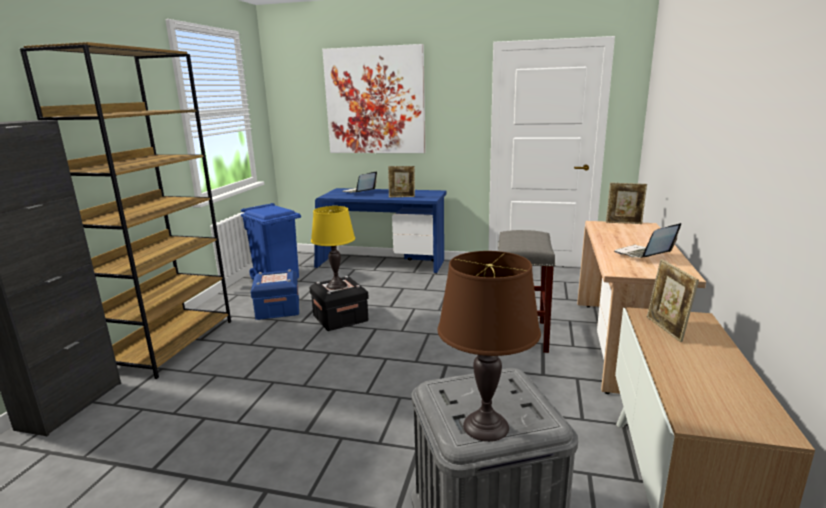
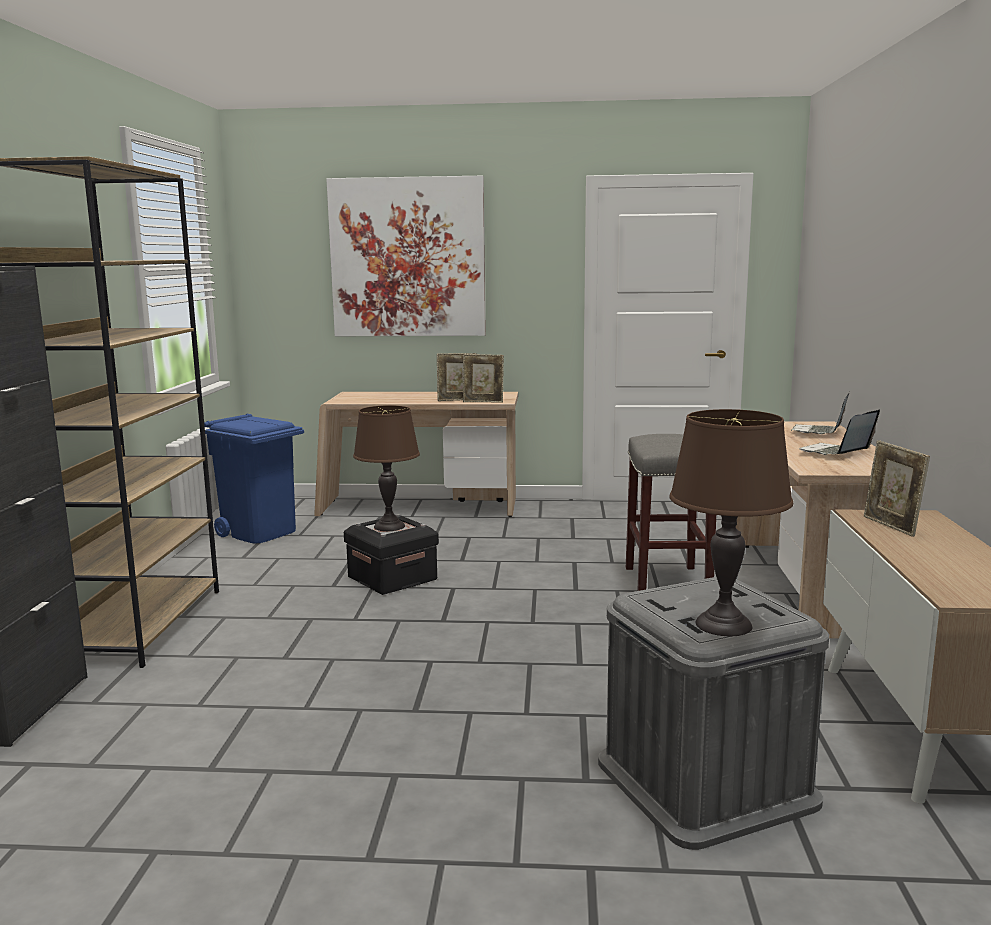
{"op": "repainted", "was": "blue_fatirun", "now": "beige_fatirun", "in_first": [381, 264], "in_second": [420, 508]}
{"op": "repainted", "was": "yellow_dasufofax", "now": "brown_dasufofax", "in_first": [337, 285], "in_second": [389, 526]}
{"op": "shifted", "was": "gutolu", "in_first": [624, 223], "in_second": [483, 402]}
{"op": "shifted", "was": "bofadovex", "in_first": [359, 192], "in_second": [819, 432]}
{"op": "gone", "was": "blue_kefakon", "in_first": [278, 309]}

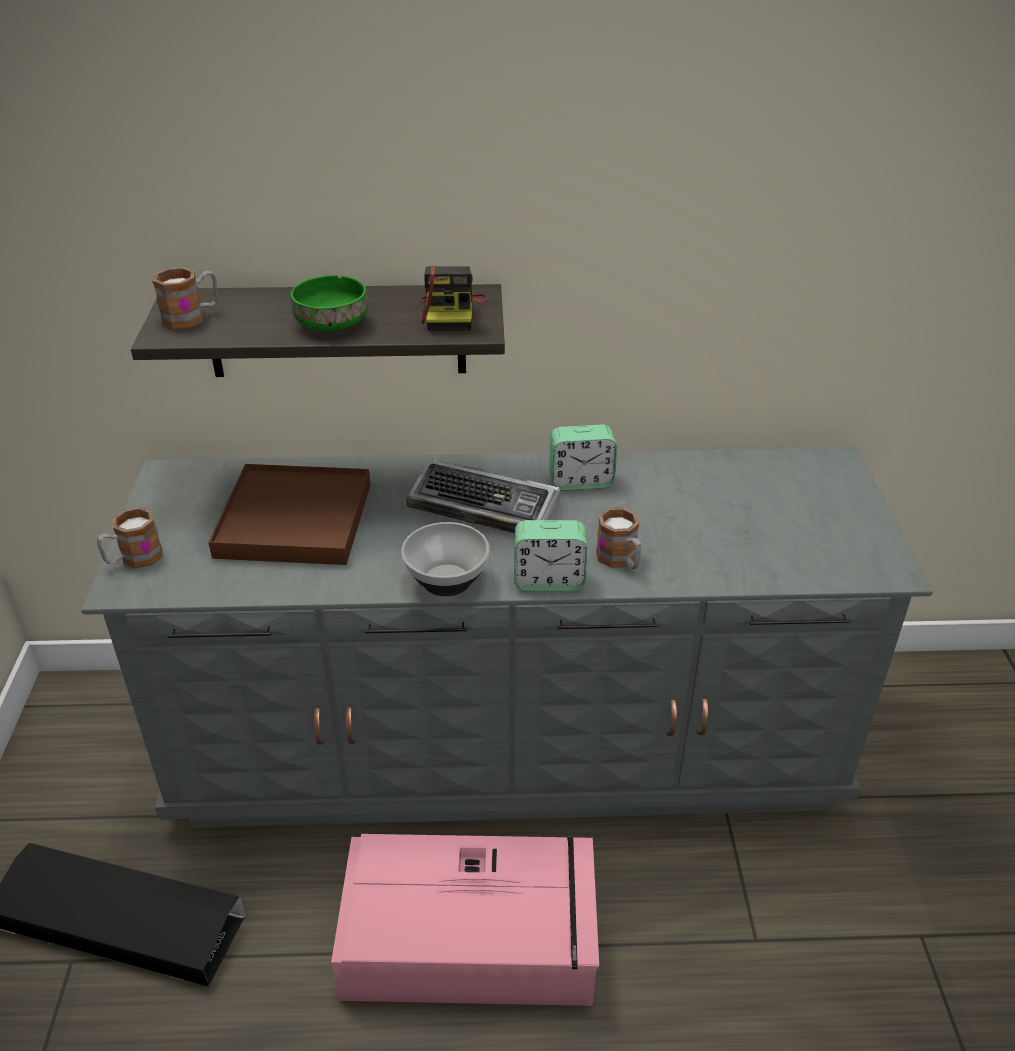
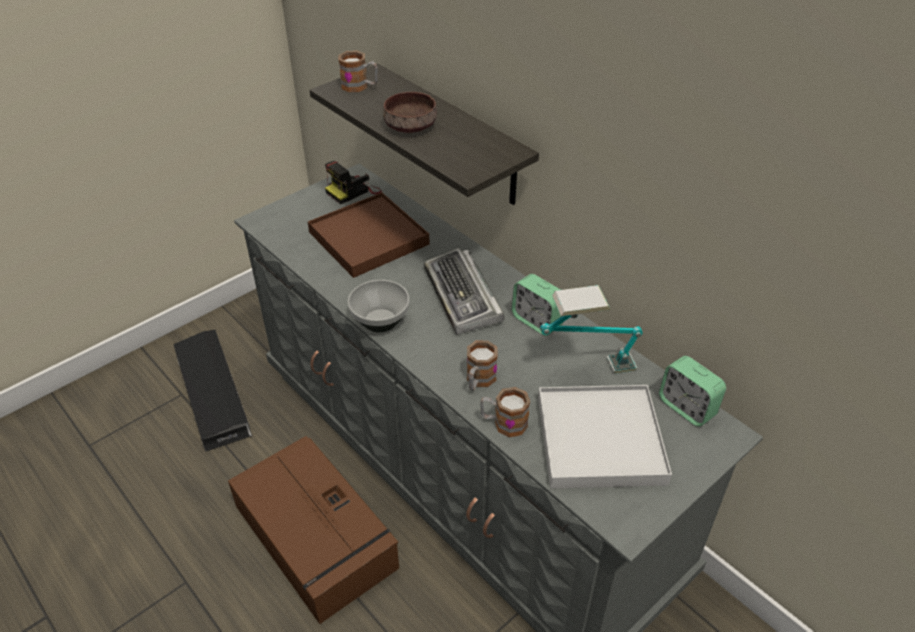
{"op": "repainted", "was": "pink_kefakon", "now": "brown_kefakon", "in_first": [473, 937], "in_second": [317, 539]}
{"op": "shifted", "was": "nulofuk", "in_first": [452, 313], "in_second": [353, 191]}
{"op": "repainted", "was": "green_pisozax", "now": "brown_pisozax", "in_first": [330, 323], "in_second": [409, 126]}
{"op": "shifted", "was": "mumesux", "in_first": [134, 559], "in_second": [503, 423]}
{"op": "new", "now": "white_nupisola", "in_second": [600, 439]}
{"op": "new", "now": "dasufofax", "in_second": [586, 369]}
{"op": "shifted", "was": "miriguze", "in_first": [549, 580], "in_second": [686, 407]}

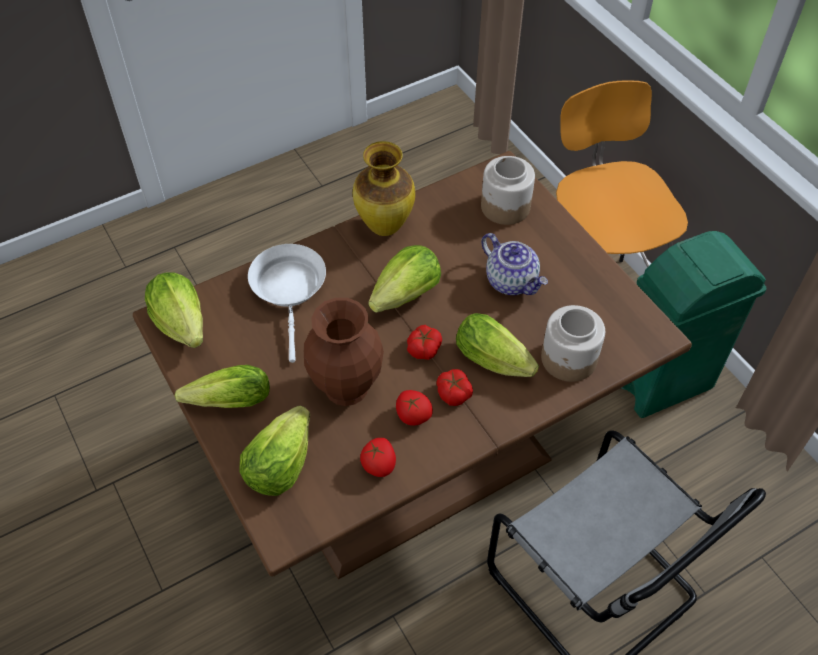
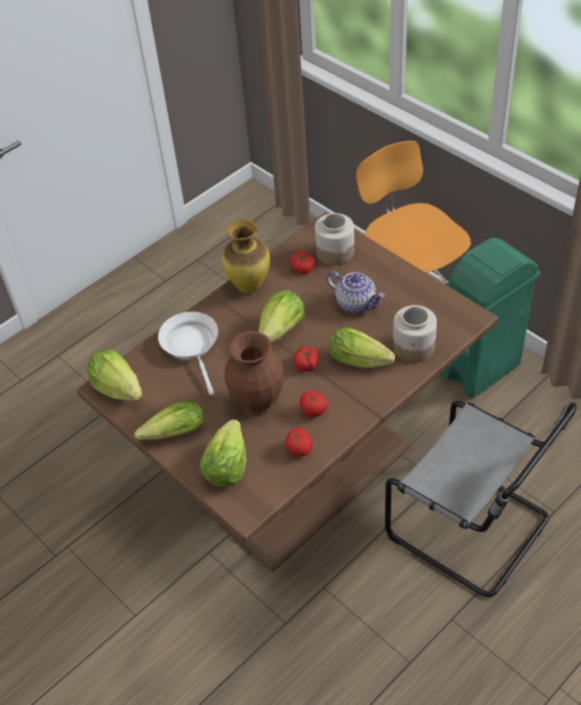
{"op": "shifted", "was": "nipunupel", "in_first": [453, 393], "in_second": [302, 268]}

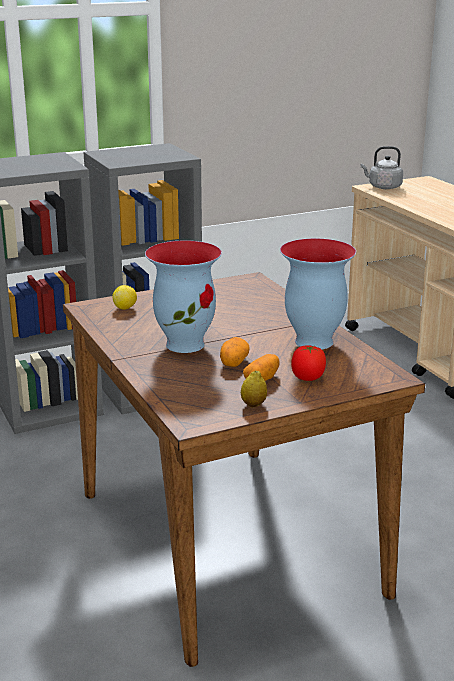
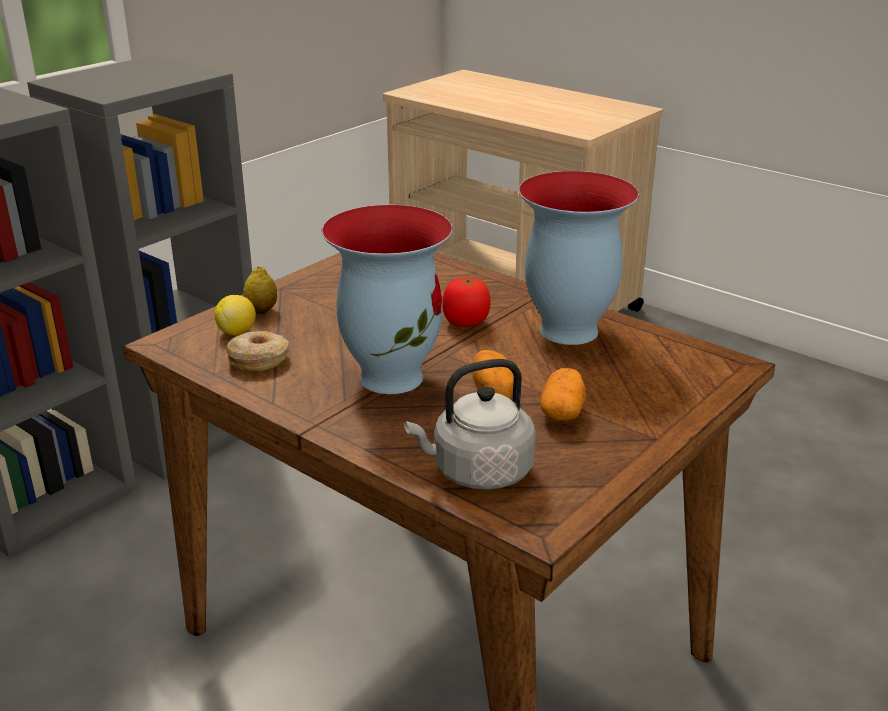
{"op": "new", "now": "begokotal", "in_second": [259, 359]}
{"op": "shifted", "was": "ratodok", "in_first": [253, 404], "in_second": [261, 311]}
{"op": "shifted", "was": "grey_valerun", "in_first": [383, 187], "in_second": [477, 472]}
{"op": "shifted", "was": "nipunupel", "in_first": [308, 378], "in_second": [466, 323]}

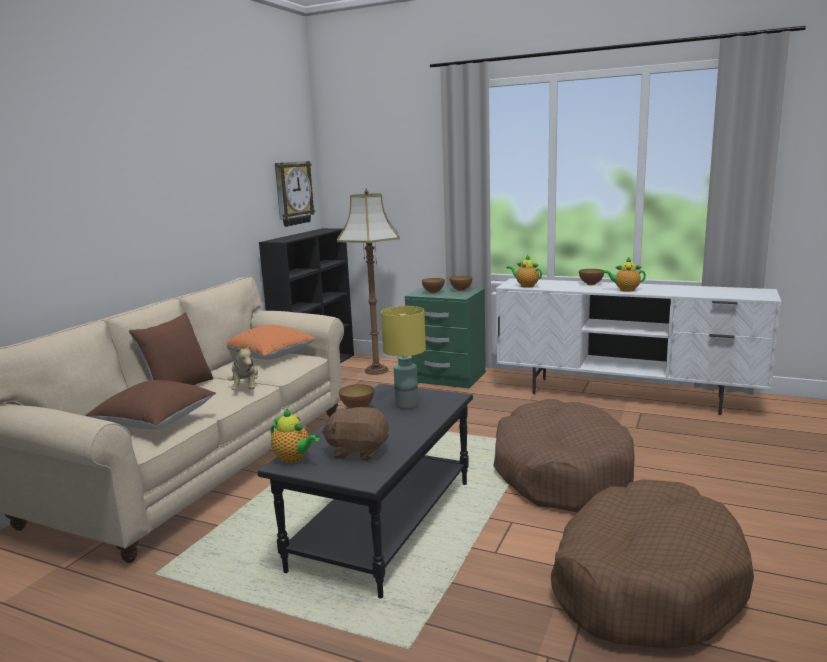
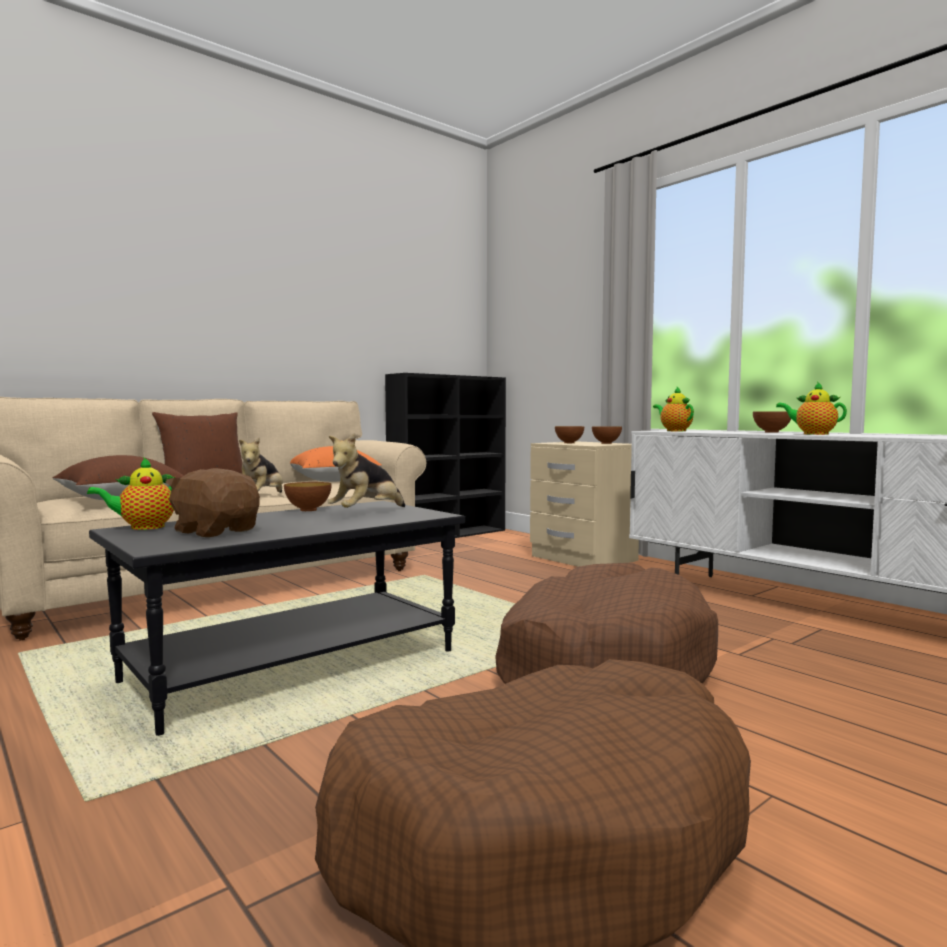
{"op": "rotated", "was": "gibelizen", "in_first": [293, 458], "in_second": [143, 527], "clockwise": 90}
{"op": "swapped", "was": "yellow_dasufofax", "now": "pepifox", "in_first": [406, 405], "in_second": [367, 513]}
{"op": "repainted", "was": "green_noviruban", "now": "beige_noviruban", "in_first": [447, 377], "in_second": [582, 559]}
{"op": "gone", "was": "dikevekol", "in_first": [293, 193]}
{"op": "gone", "was": "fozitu", "in_first": [375, 371]}

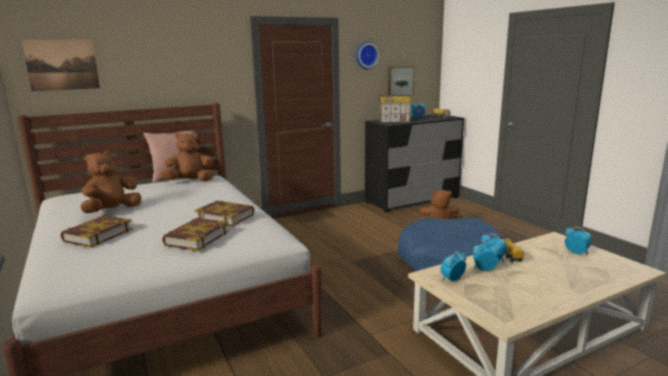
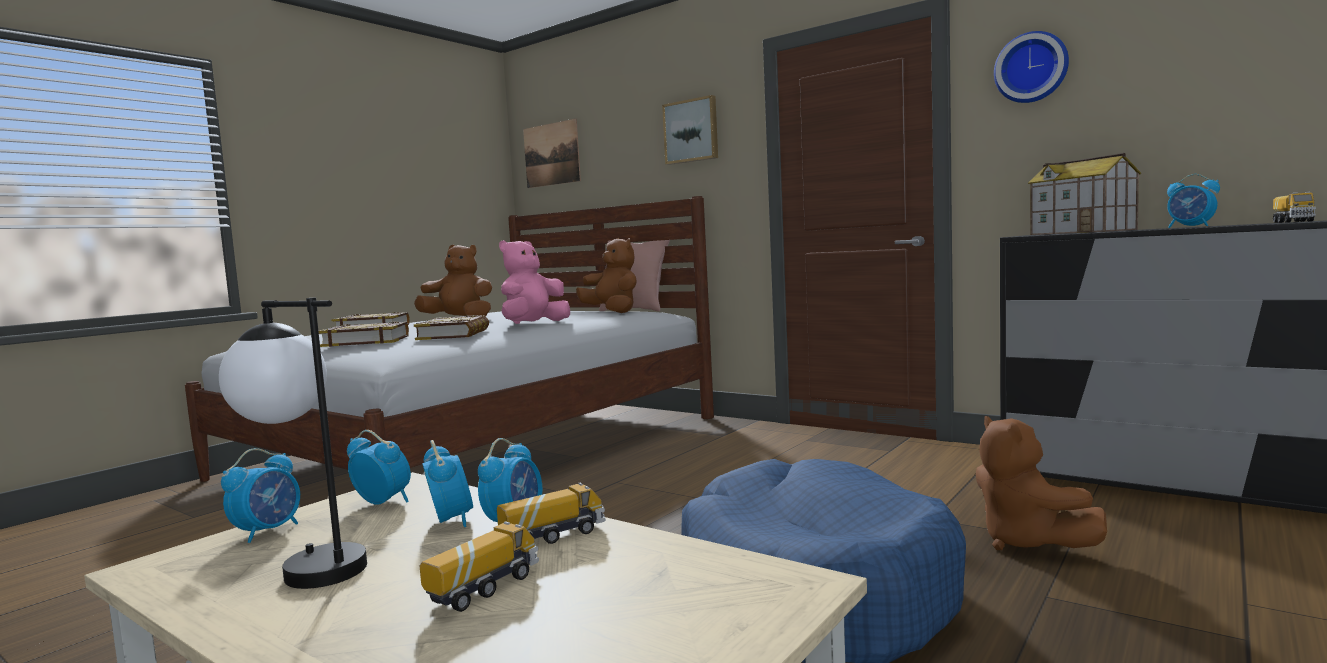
{"op": "new", "now": "dasufofax", "in_second": [307, 565]}
{"op": "shifted", "was": "miriguze", "in_first": [576, 252], "in_second": [268, 531]}
{"op": "new", "now": "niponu", "in_second": [484, 588]}
{"op": "new", "now": "pink_pepifox", "in_second": [533, 324]}
{"op": "shifted", "was": "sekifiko", "in_first": [400, 81], "in_second": [691, 131]}

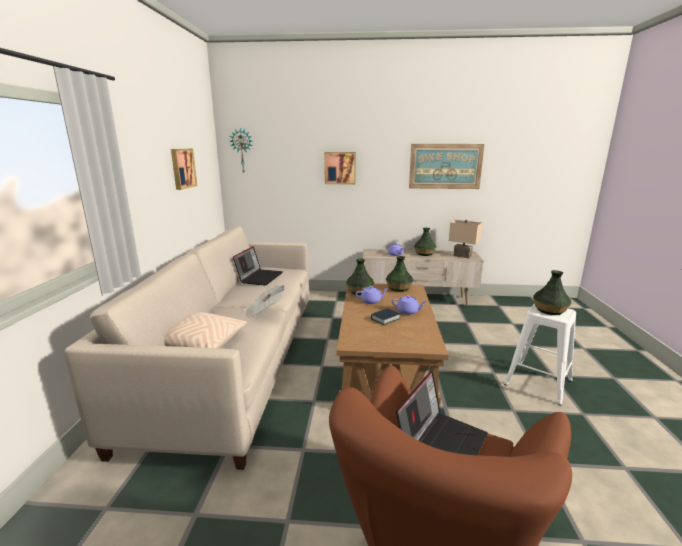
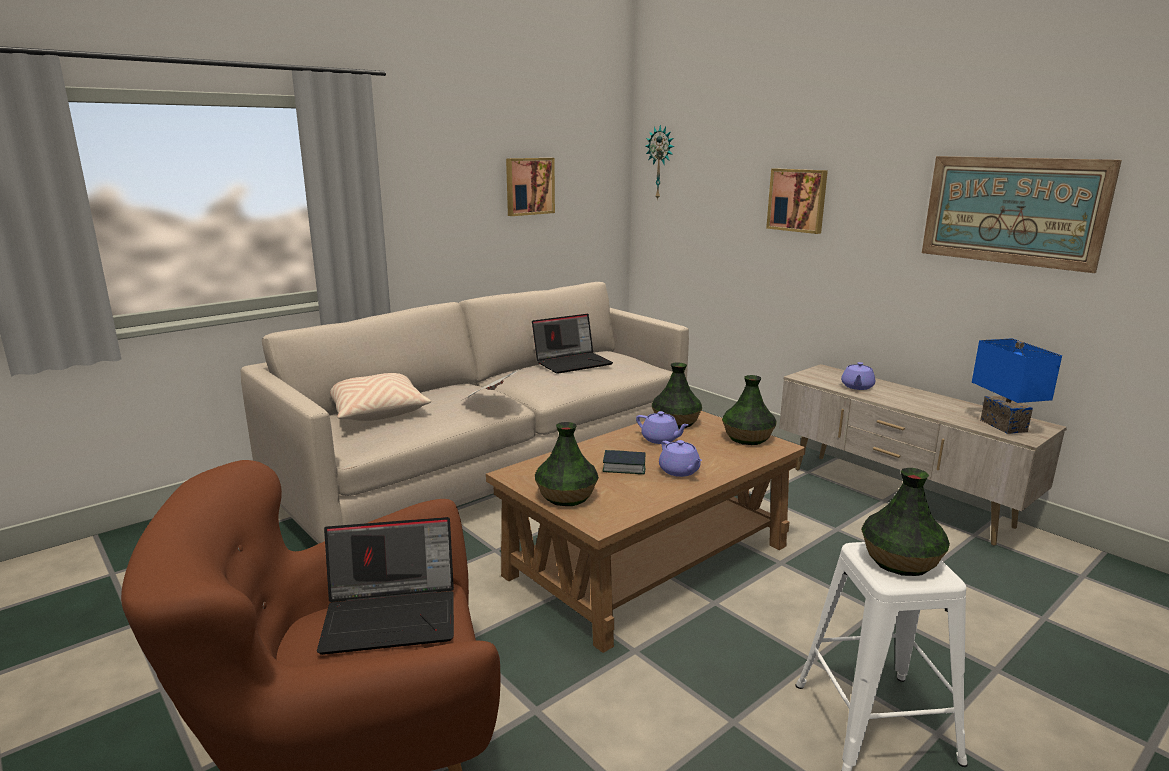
{"op": "shifted", "was": "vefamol", "in_first": [424, 254], "in_second": [566, 497]}
{"op": "repainted", "was": "beige_dasufofax", "now": "blue_dasufofax", "in_first": [463, 256], "in_second": [1005, 426]}

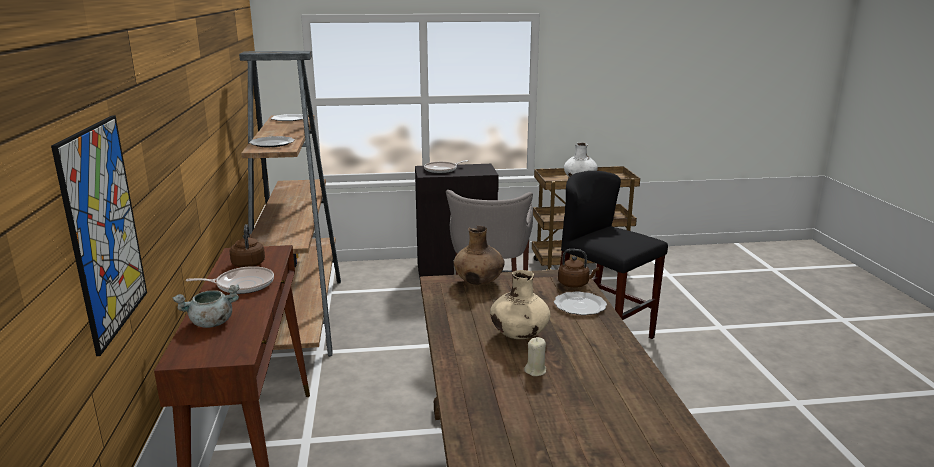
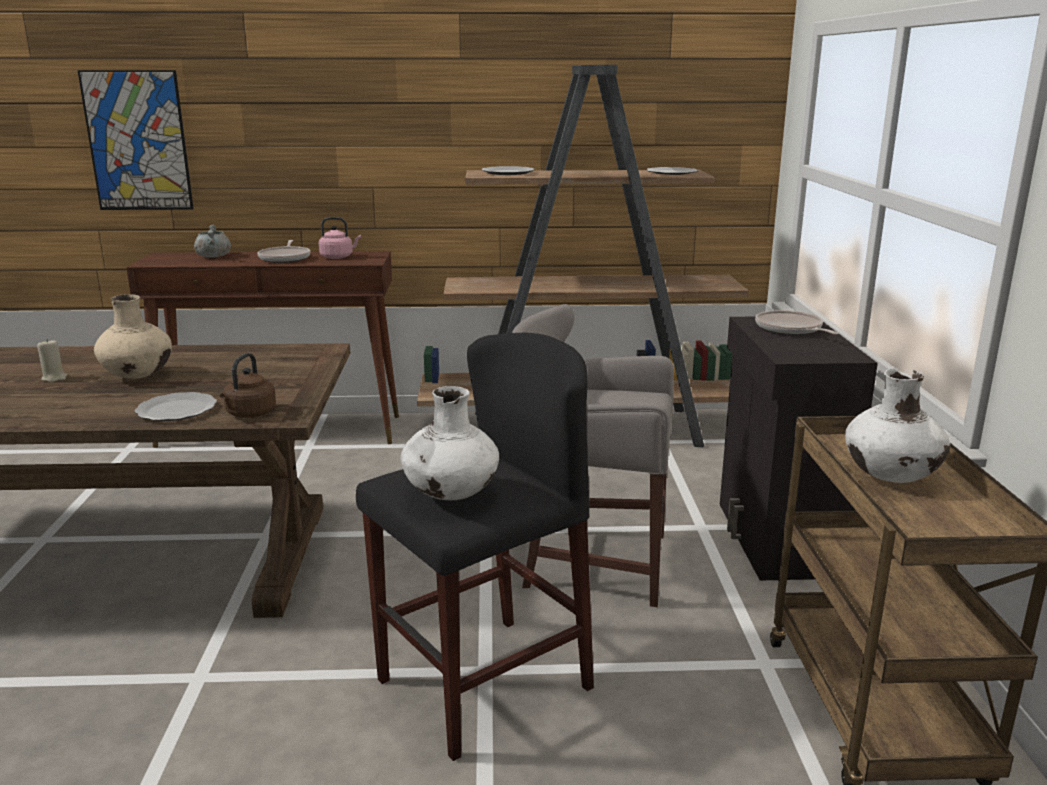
{"op": "repainted", "was": "brown_valerun", "now": "pink_valerun", "in_first": [248, 263], "in_second": [338, 257]}
{"op": "new", "now": "white_vefamol", "in_second": [450, 495]}
{"op": "gone", "was": "brown_vefamol", "in_first": [479, 282]}

